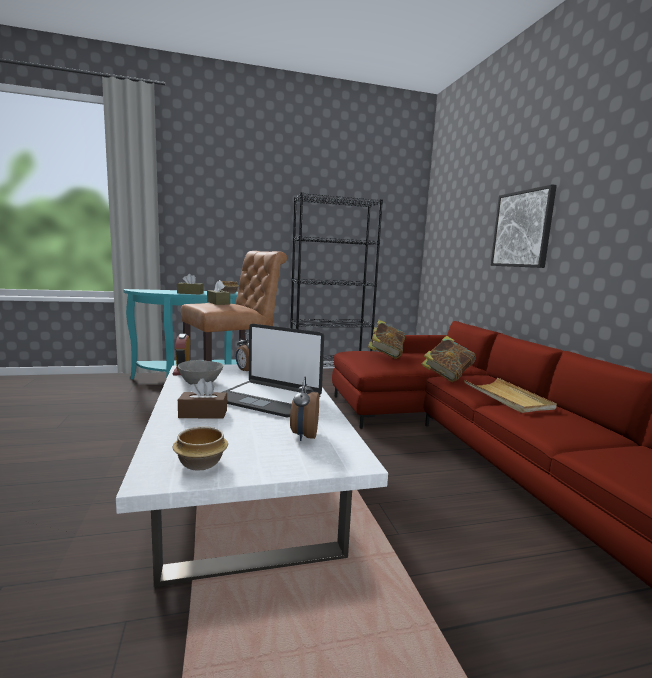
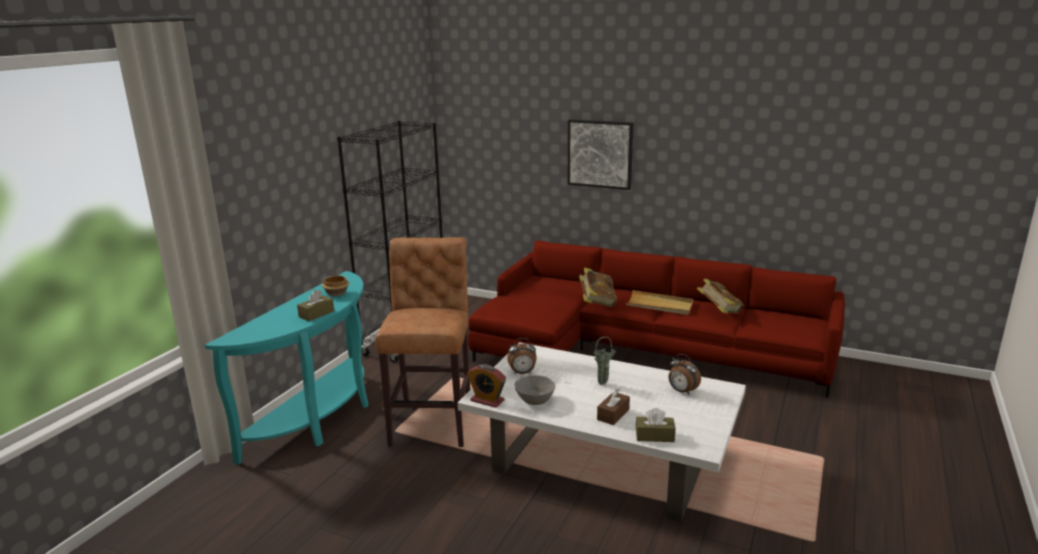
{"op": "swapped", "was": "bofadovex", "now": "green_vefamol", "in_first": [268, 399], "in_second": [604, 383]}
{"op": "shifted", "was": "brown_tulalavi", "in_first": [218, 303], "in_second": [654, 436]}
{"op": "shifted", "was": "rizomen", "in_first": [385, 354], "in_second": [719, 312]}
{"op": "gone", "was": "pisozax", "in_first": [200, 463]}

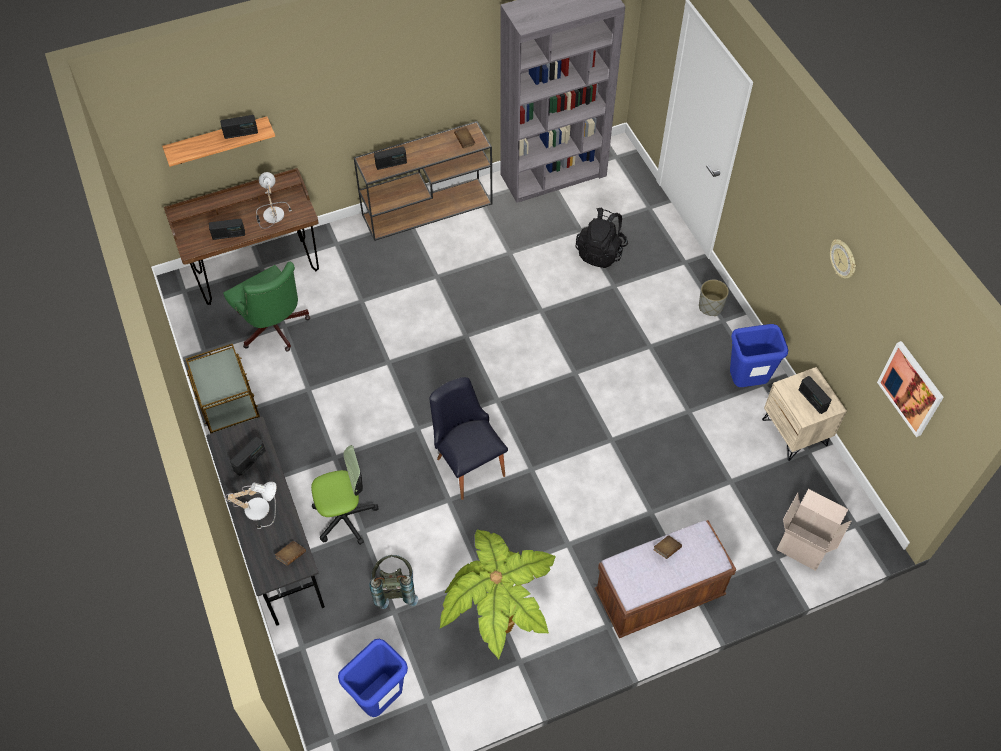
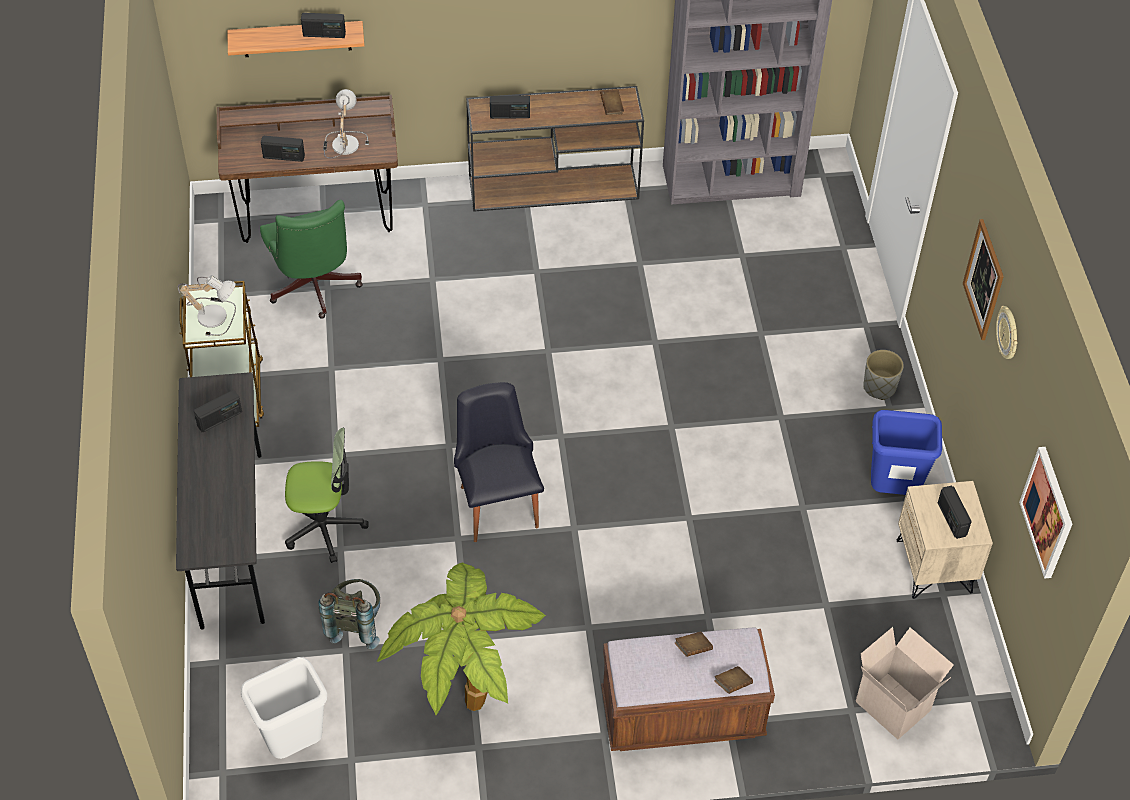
{"op": "shifted", "was": "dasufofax", "in_first": [259, 506], "in_second": [215, 314]}
{"op": "repainted", "was": "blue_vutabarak", "now": "white_vutabarak", "in_first": [380, 700], "in_second": [294, 745]}
{"op": "shifted", "was": "brown_rizomen", "in_first": [291, 556], "in_second": [732, 684]}
{"op": "new", "now": "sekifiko", "in_second": [984, 279]}
{"op": "gone", "was": "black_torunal", "in_first": [600, 252]}

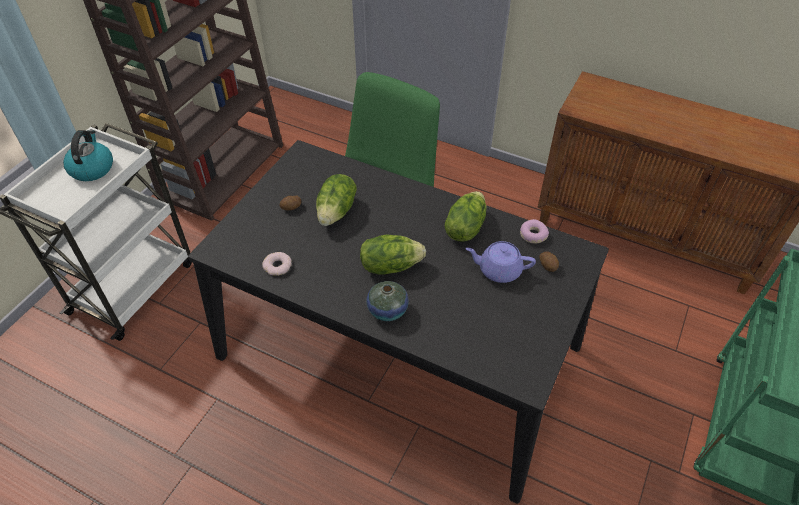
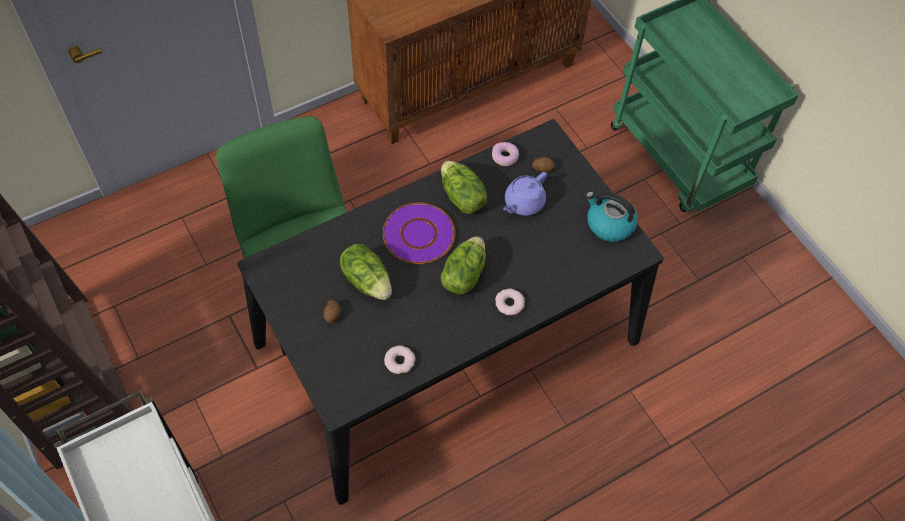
{"op": "new", "now": "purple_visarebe", "in_second": [418, 234]}
{"op": "swapped", "was": "vefamol", "now": "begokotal", "in_first": [387, 310], "in_second": [509, 303]}
{"op": "shifted", "was": "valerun", "in_first": [92, 168], "in_second": [609, 224]}

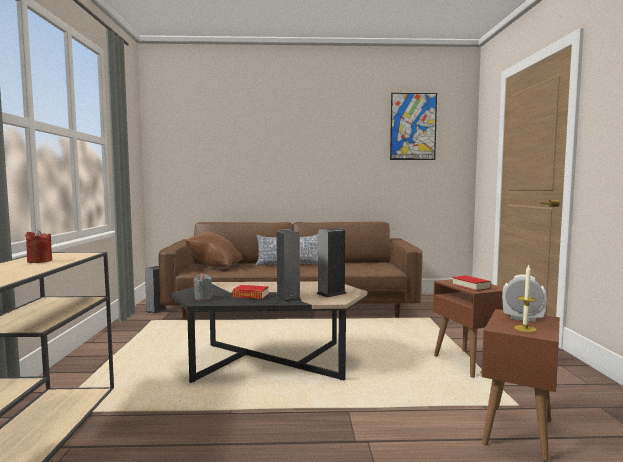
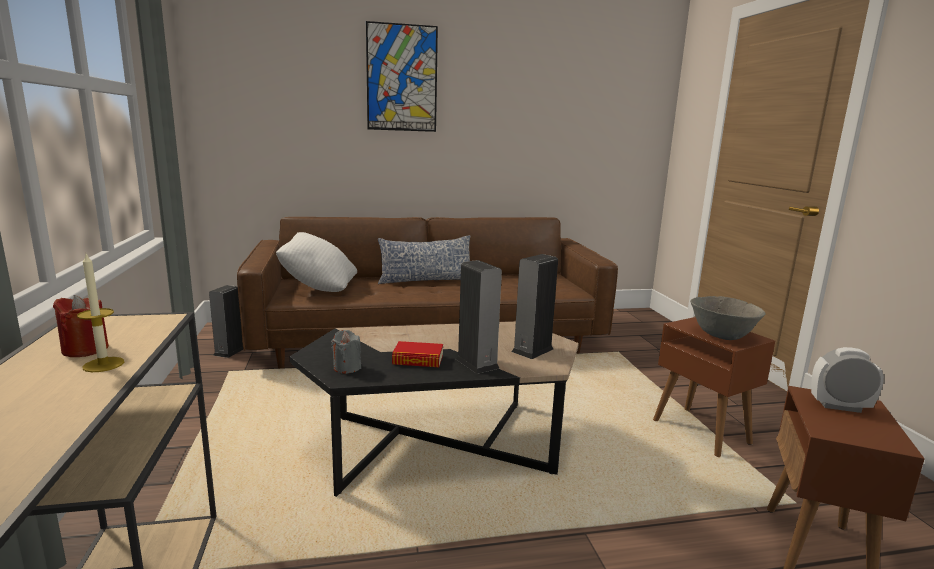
{"op": "shifted", "was": "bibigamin", "in_first": [525, 329], "in_second": [103, 364]}
{"op": "repainted", "was": "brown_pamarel", "now": "white_pamarel", "in_first": [214, 267], "in_second": [319, 288]}
{"op": "shifted", "was": "sekifiko", "in_first": [413, 126], "in_second": [402, 78]}
{"op": "swapped", "was": "rizomen", "now": "grey_pisozax", "in_first": [471, 286], "in_second": [721, 336]}

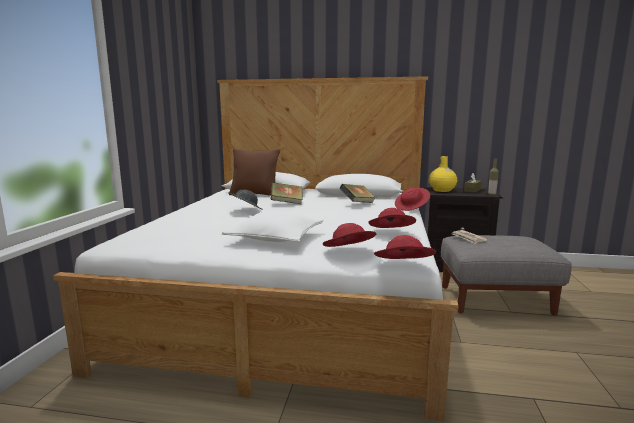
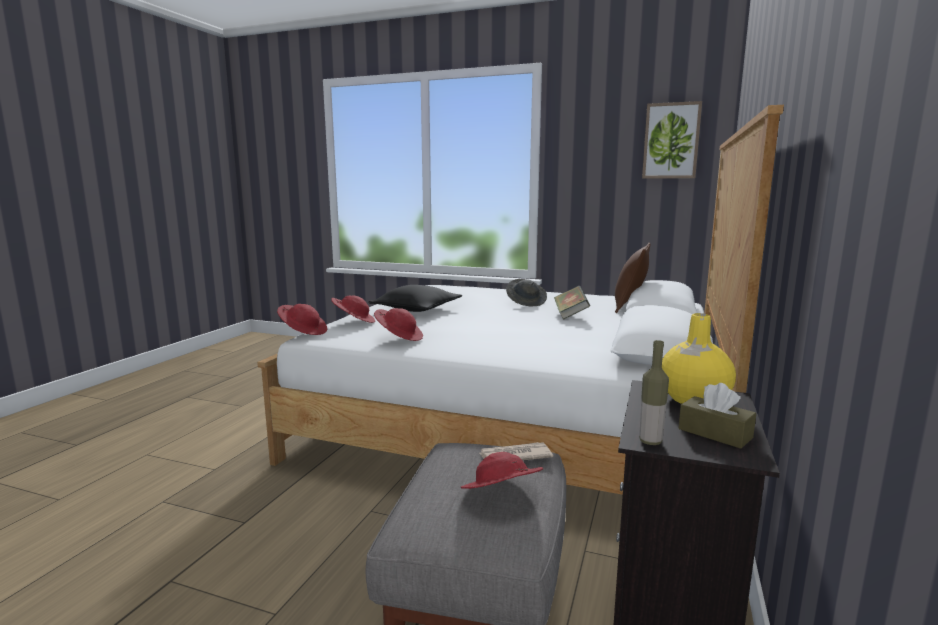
{"op": "repainted", "was": "white_pamarel", "now": "black_pamarel", "in_first": [275, 238], "in_second": [416, 309]}
{"op": "shifted", "was": "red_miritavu", "in_first": [412, 208], "in_second": [501, 497]}
{"op": "new", "now": "sekifiko", "in_second": [671, 141]}
{"op": "gone", "was": "rizomen", "in_first": [357, 203]}

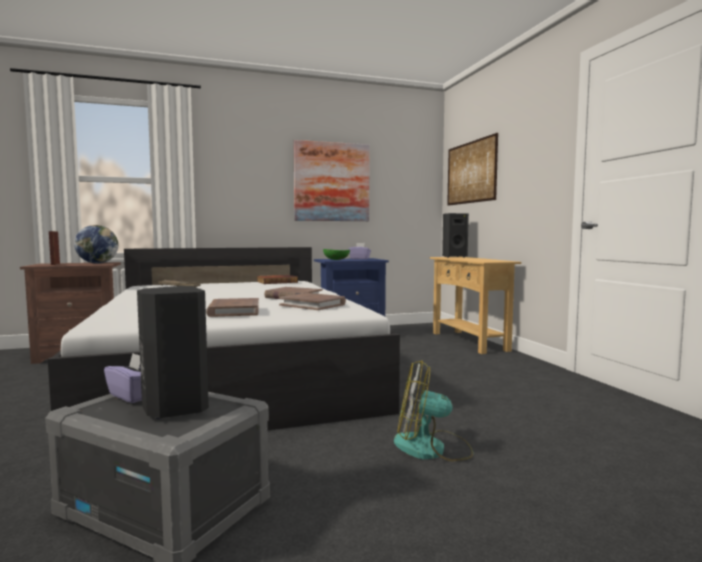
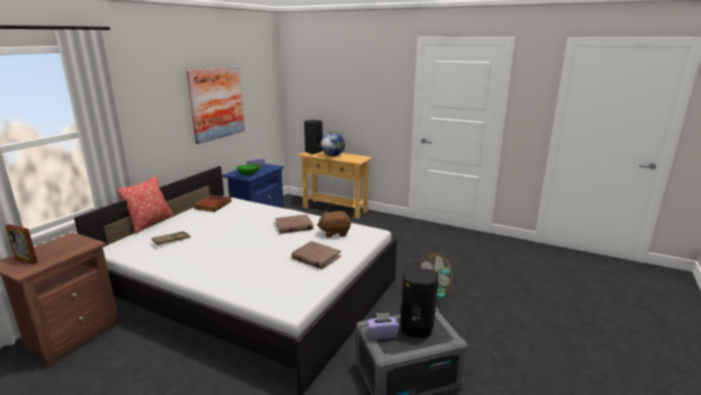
{"op": "new", "now": "pamarel", "in_second": [151, 223]}
{"op": "swapped", "was": "brown_rizomen", "now": "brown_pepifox", "in_first": [313, 305], "in_second": [335, 233]}
{"op": "shifted", "was": "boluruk", "in_first": [97, 263], "in_second": [332, 155]}
{"op": "gone", "was": "sekifiko", "in_first": [471, 172]}

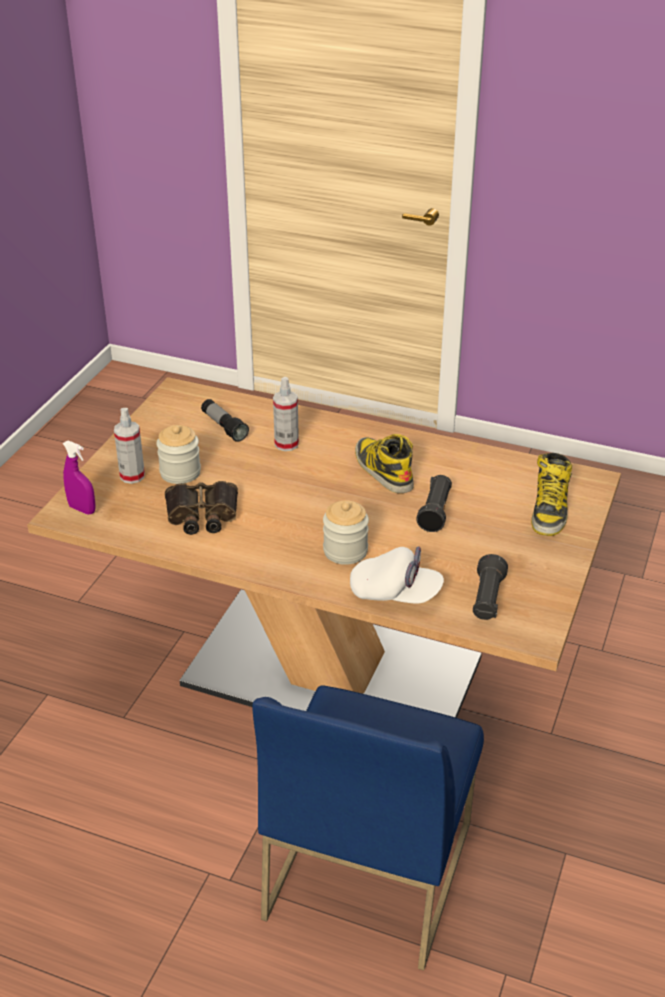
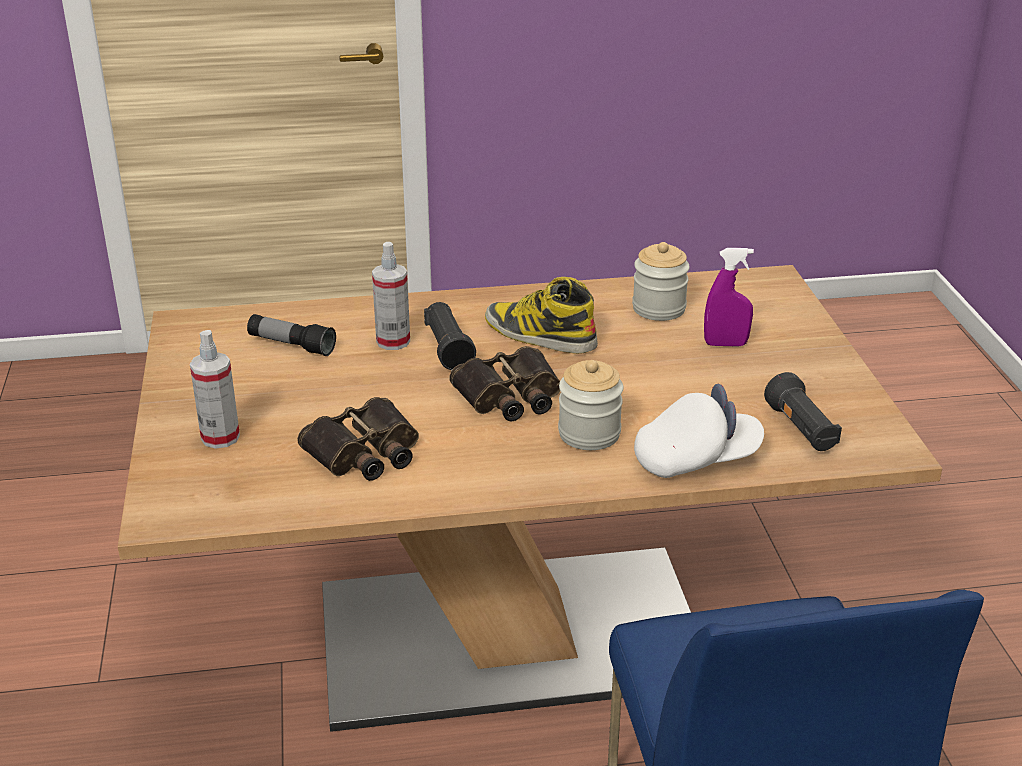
{"op": "shifted", "was": "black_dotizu", "in_first": [435, 512], "in_second": [448, 349]}
{"op": "new", "now": "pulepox", "in_second": [510, 396]}
{"op": "shifted", "was": "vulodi", "in_first": [180, 472], "in_second": [658, 308]}
{"op": "shifted", "was": "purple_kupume", "in_first": [82, 509], "in_second": [725, 344]}
{"op": "gone", "was": "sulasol", "in_first": [549, 510]}

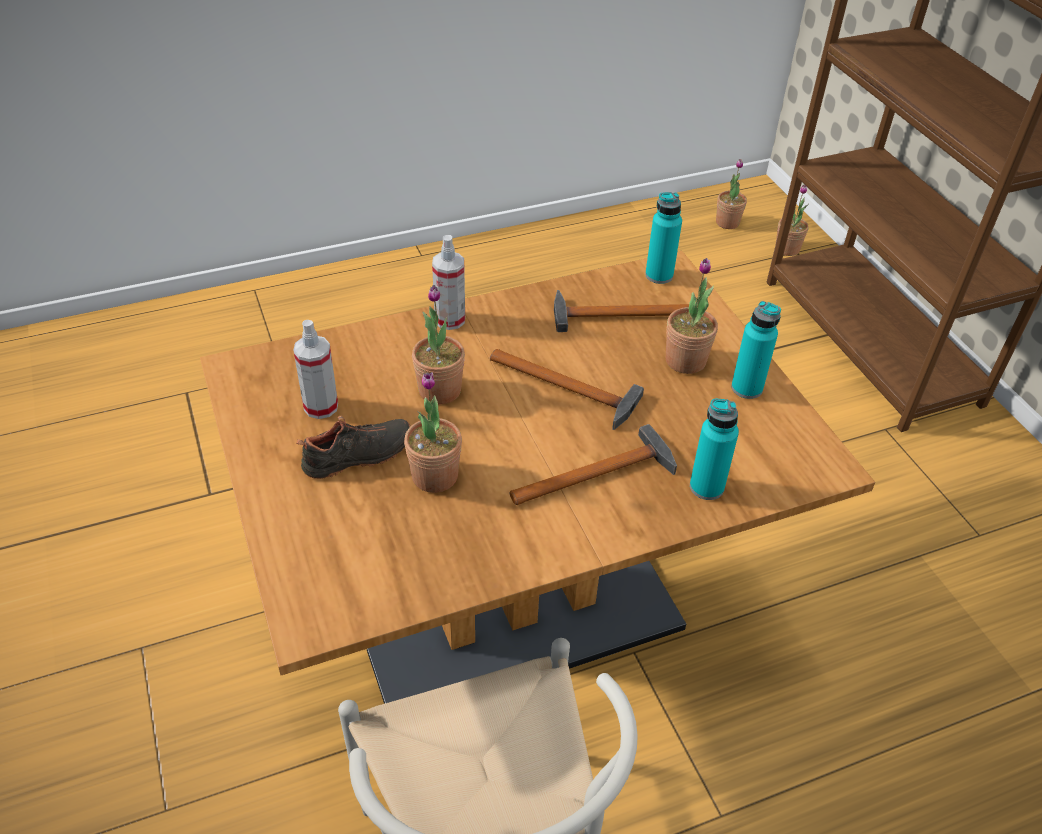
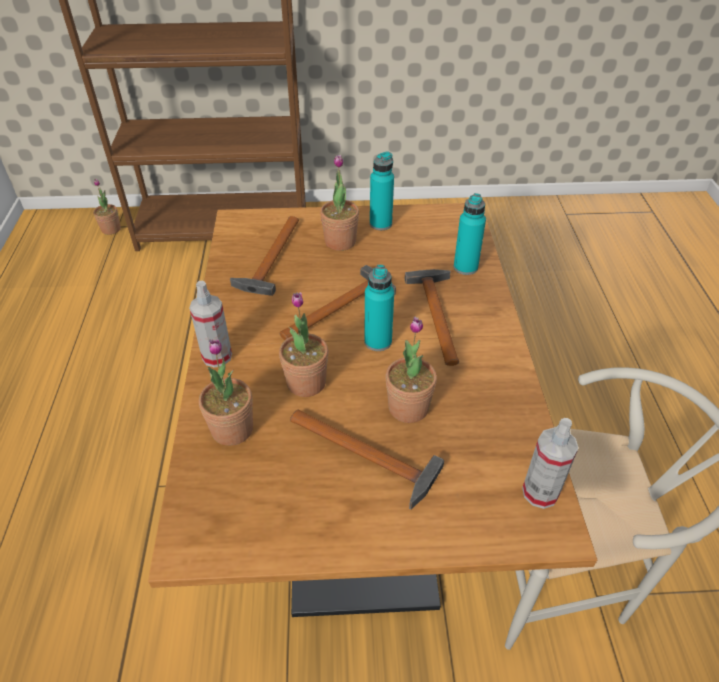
{"op": "shifted", "was": "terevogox", "in_first": [727, 222], "in_second": [232, 429]}
{"op": "swapped", "was": "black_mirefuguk", "now": "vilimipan", "in_first": [359, 457], "in_second": [367, 456]}
{"op": "shifted", "was": "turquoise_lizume", "in_first": [659, 275], "in_second": [378, 341]}
{"op": "shifted", "was": "kupume", "in_first": [321, 407], "in_second": [540, 492]}

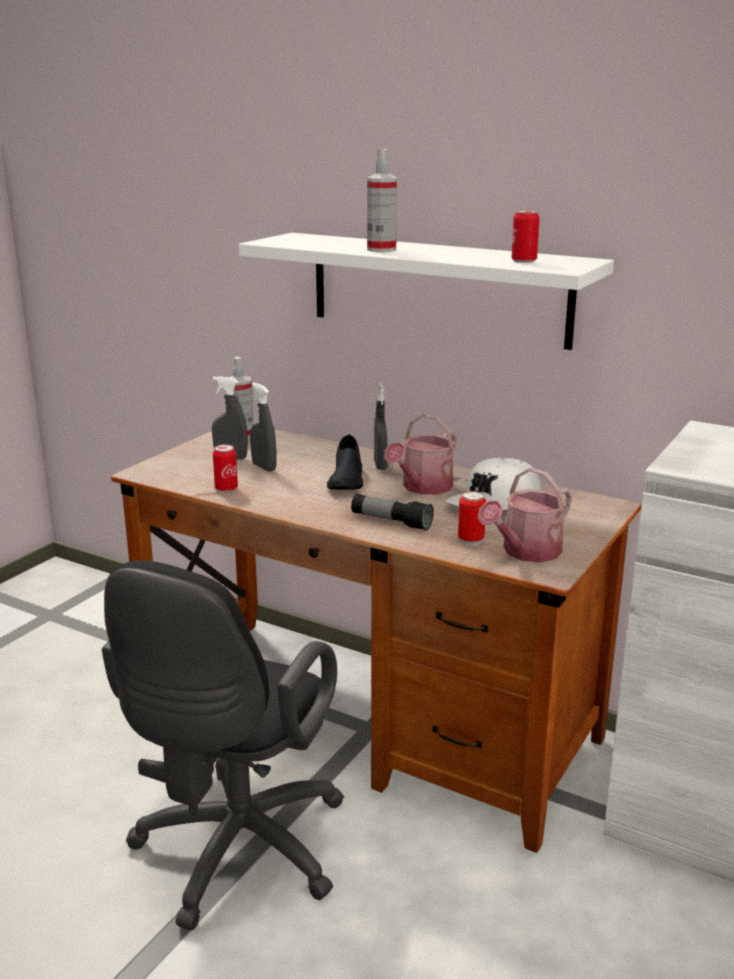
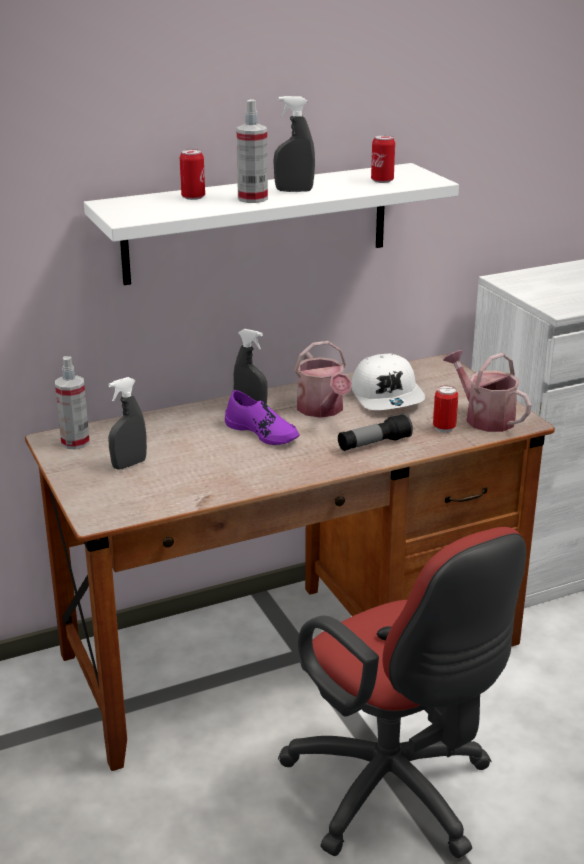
{"op": "shifted", "was": "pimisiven", "in_first": [226, 489], "in_second": [193, 197]}
{"op": "repainted", "was": "black_mirefuguk", "now": "purple_mirefuguk", "in_first": [346, 480], "in_second": [262, 432]}
{"op": "shifted", "was": "grey_kupume", "in_first": [264, 467], "in_second": [294, 190]}
{"op": "repainted", "was": "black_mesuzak", "now": "red_mesuzak", "in_first": [234, 855], "in_second": [396, 795]}
{"op": "rotated", "was": "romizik", "in_first": [526, 552], "in_second": [484, 418], "clockwise": 150}

